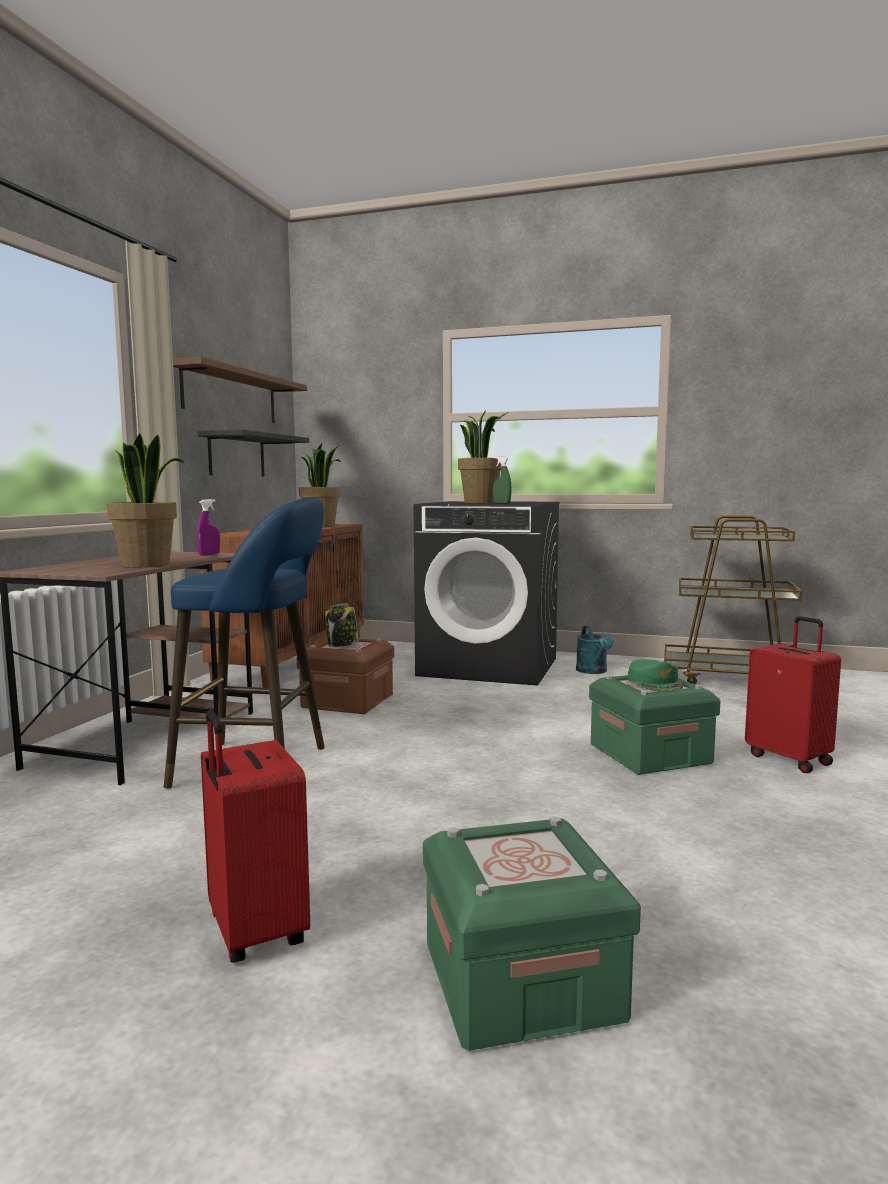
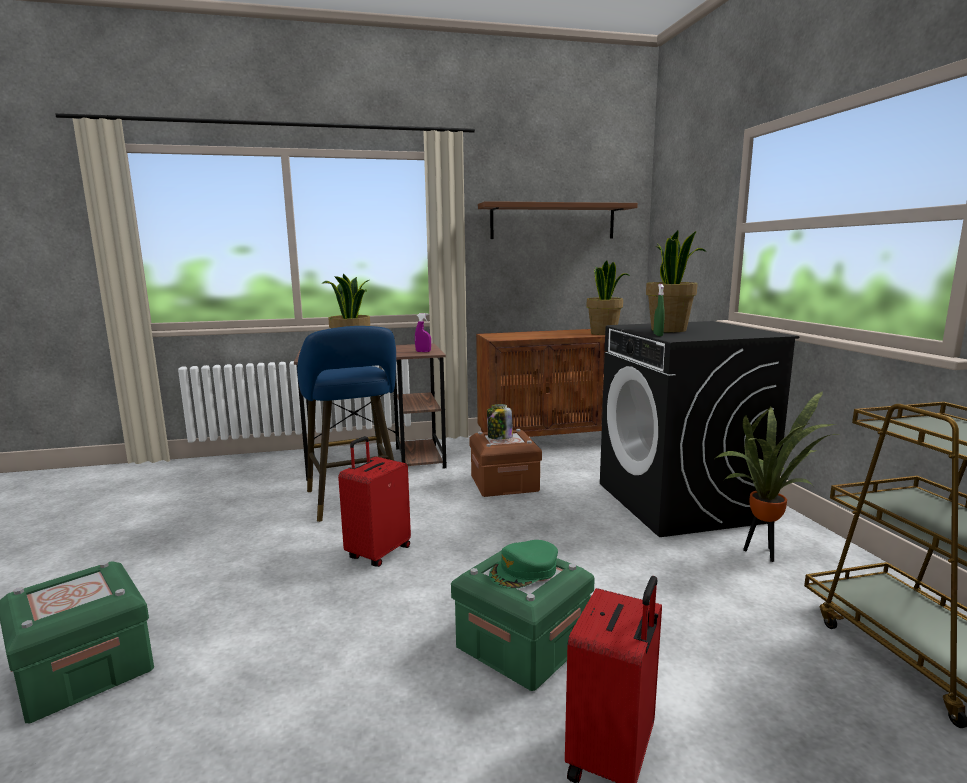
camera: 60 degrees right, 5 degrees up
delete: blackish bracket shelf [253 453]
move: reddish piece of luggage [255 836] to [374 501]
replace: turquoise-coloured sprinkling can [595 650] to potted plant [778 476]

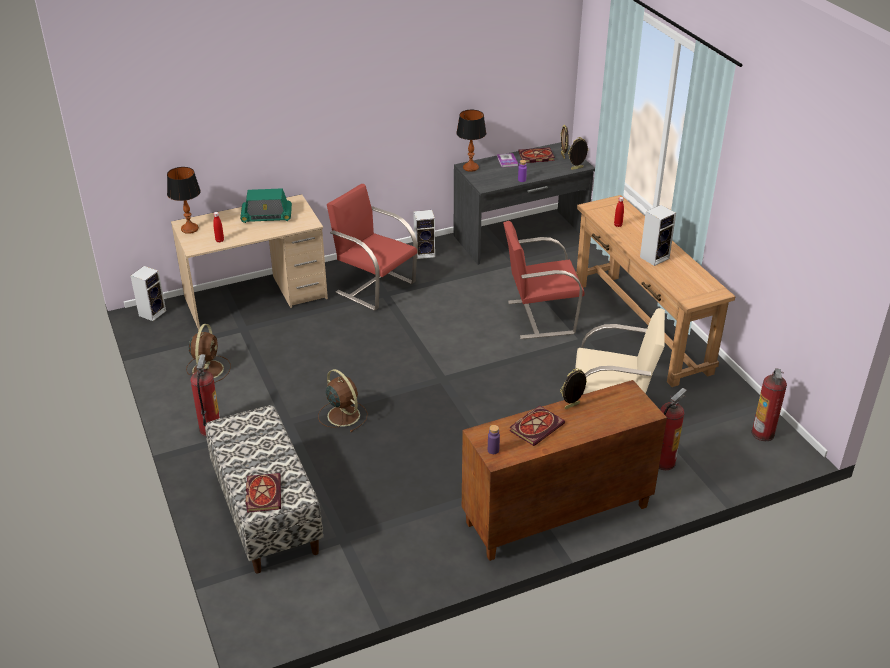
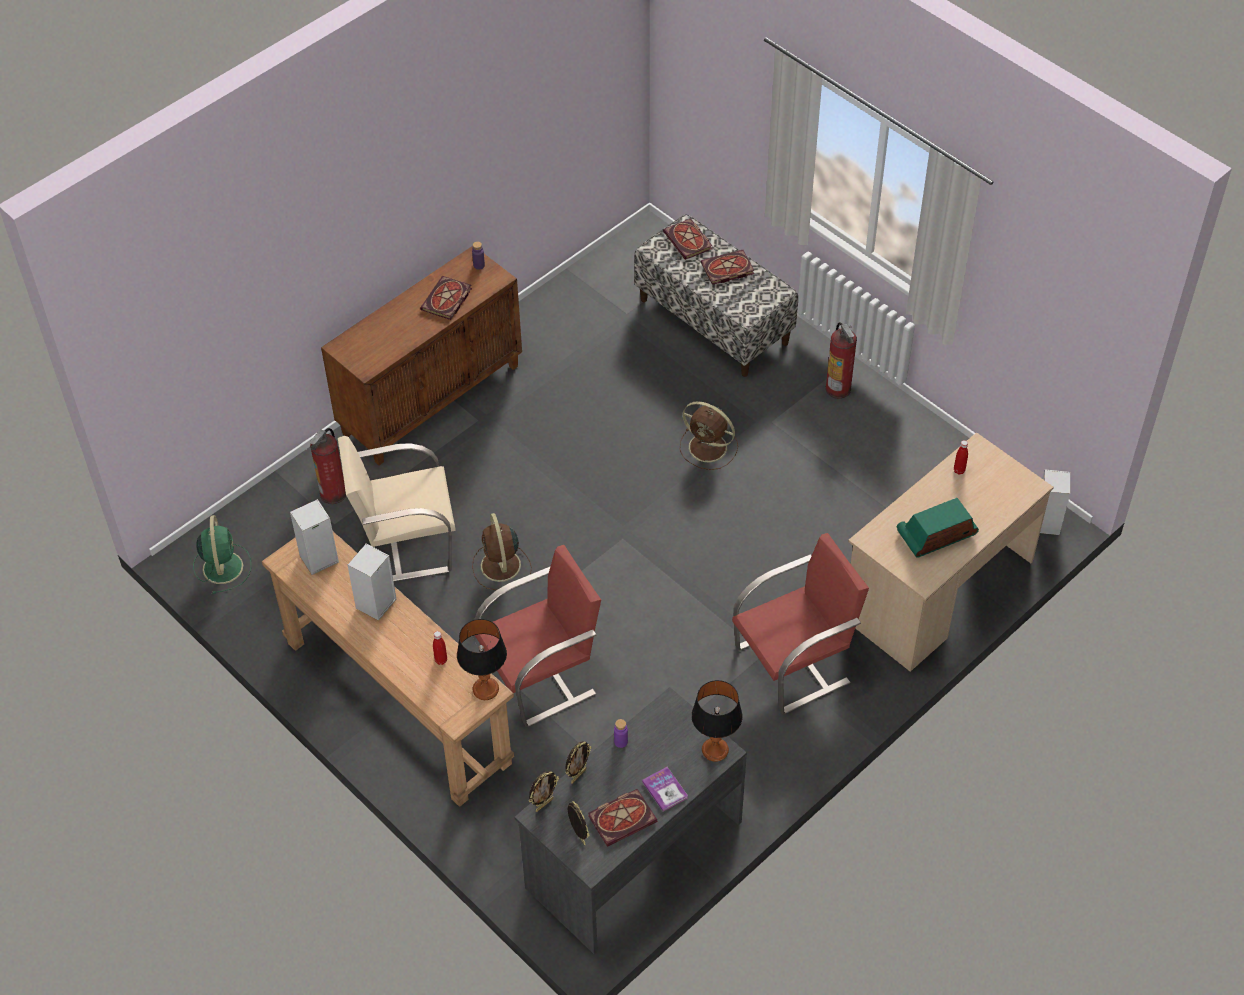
camera: 160 degrees right, 15 degrees up
insert: bound book [727 267]
move: audio speaker [424 234] to [314 537]; lamp for a table [184 200] to [482 659]; brown electric fan [208 353] to [502 551]; picture frame [573 388] to [578 762]
replace: fire-fighting cylinder [769 404] to green electric fan [222 554]
rotate: reddish upright chair [372 247] = [800 623] 45 degrees counterclockwise

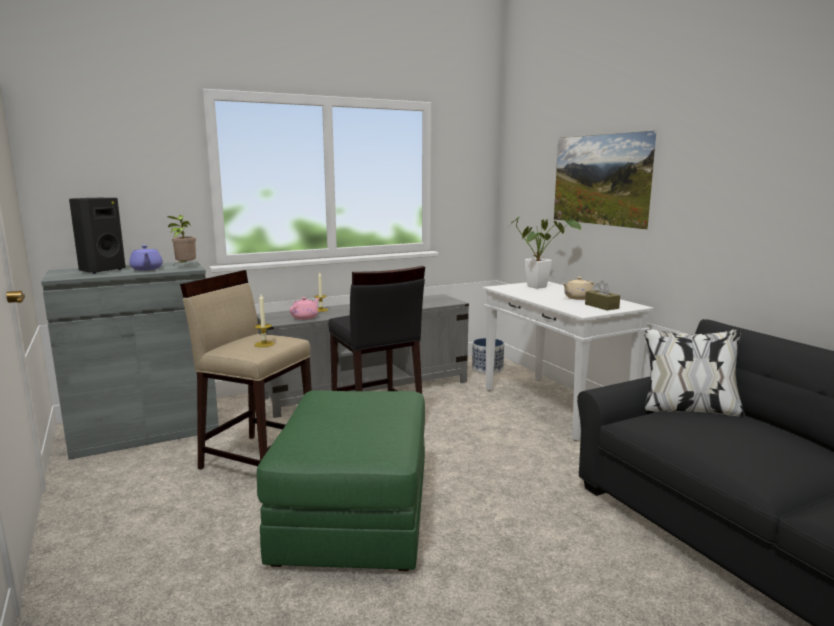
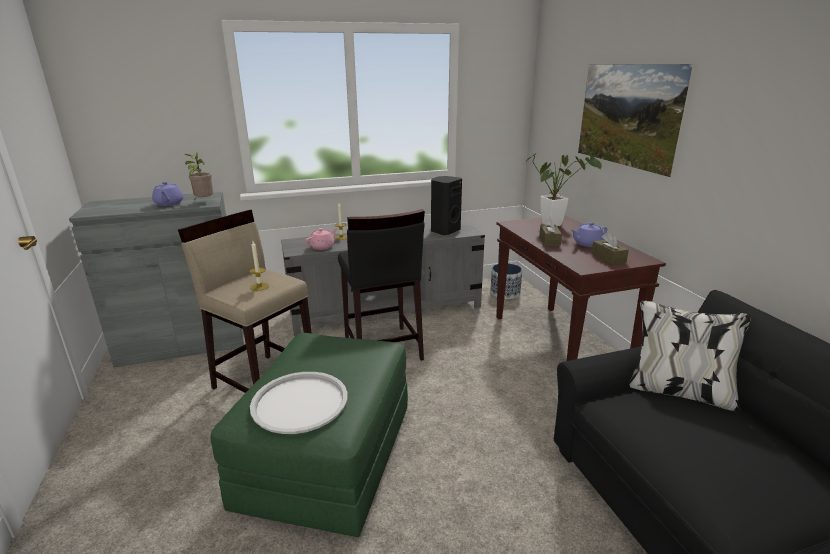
camera: 10 degrees right, 10 degrees up
insert: white-coloured carrying tray [298 403]; brown box of tissues [550 231]
move: blackish audio speaker [97 236] to [446 205]
recolor: white-coloured narrow table [568 361] to brown narrow table [581 288]; sand-coloured pot for tea [578 288] to purple pot for tea [589 234]

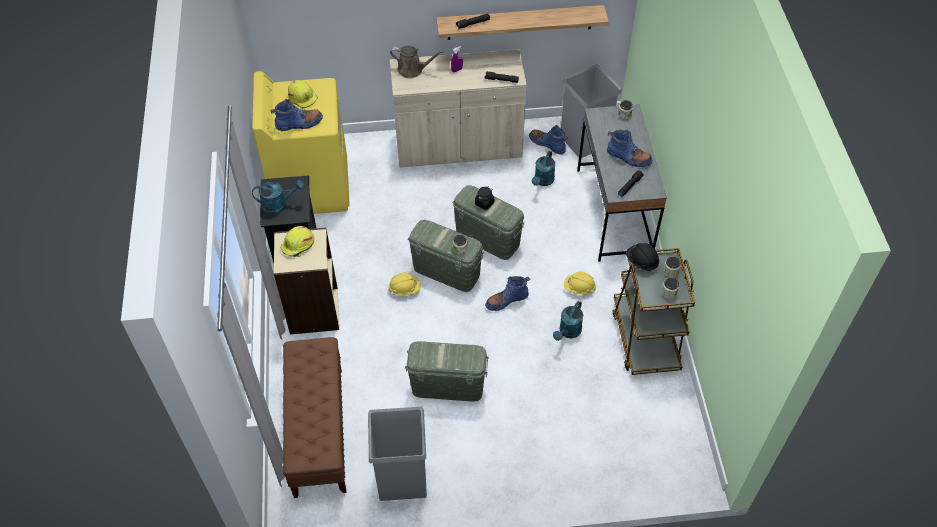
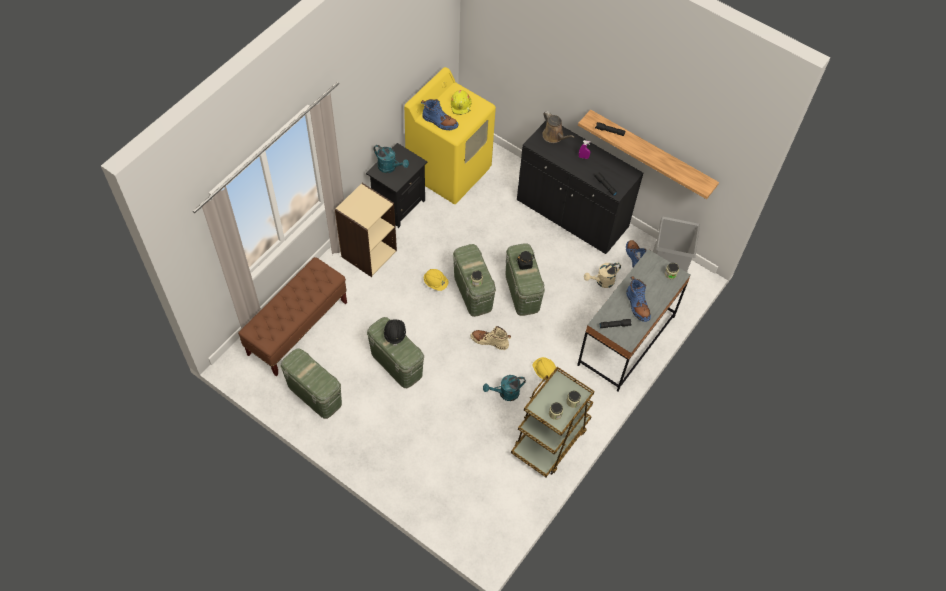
camera: 40 degrees right, 5 degrees up
delete: yellowish work helmet [297 241]
move: blackish work helmet [642 257] to [395 333]
replace: gray trash can [397 454] to green storage bin [311 384]
recolor: bluish tall boot [507 293] to sand-coloured tall boot [490 338]; sand-coloured cabinet [458 108] to blackish cabinet [580 187]; turquoise-coloured sprinkling can [543 168] to sand-coloured sprinkling can [602 275]

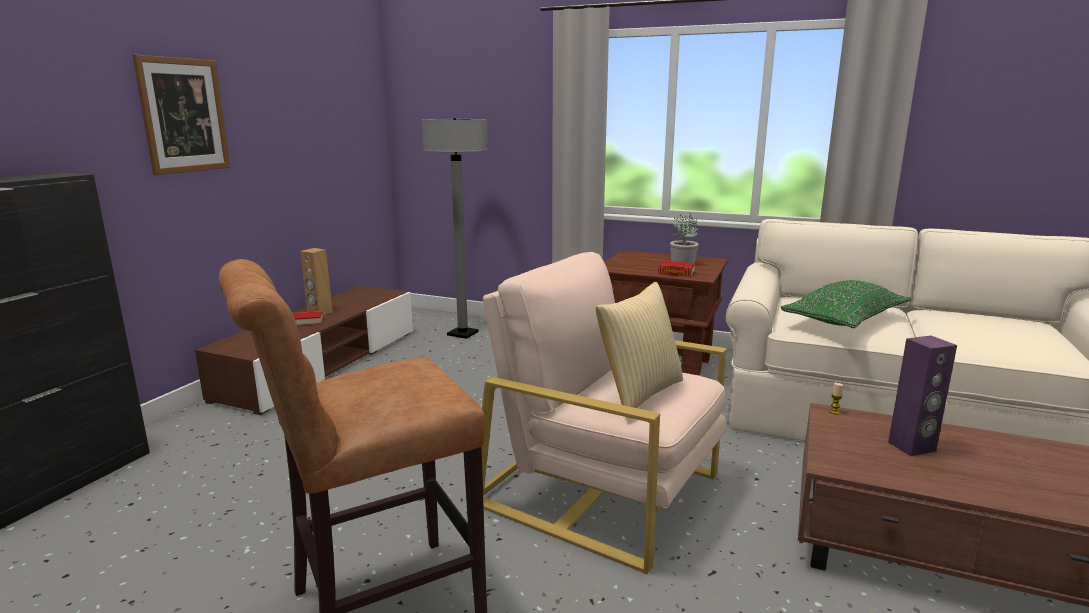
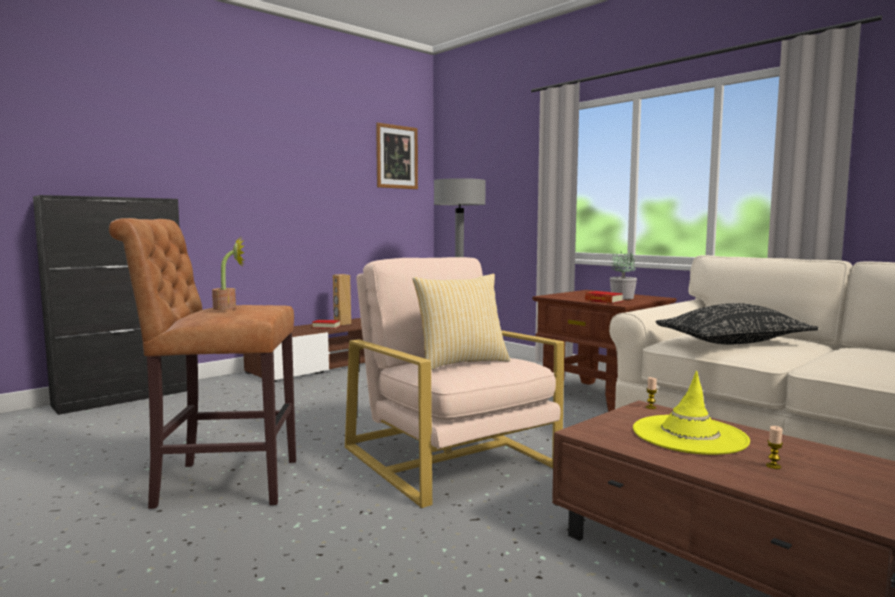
camera: 25 degrees right, 10 degrees down
insert: potted plant [228 273]; wax light [774 447]
move: wall art [181 115] to [397 156]
replace: purple audio speaker [922 396] to yellowish hat [691 413]
recolor: green cushion [845 304] to blackish cushion [737 323]

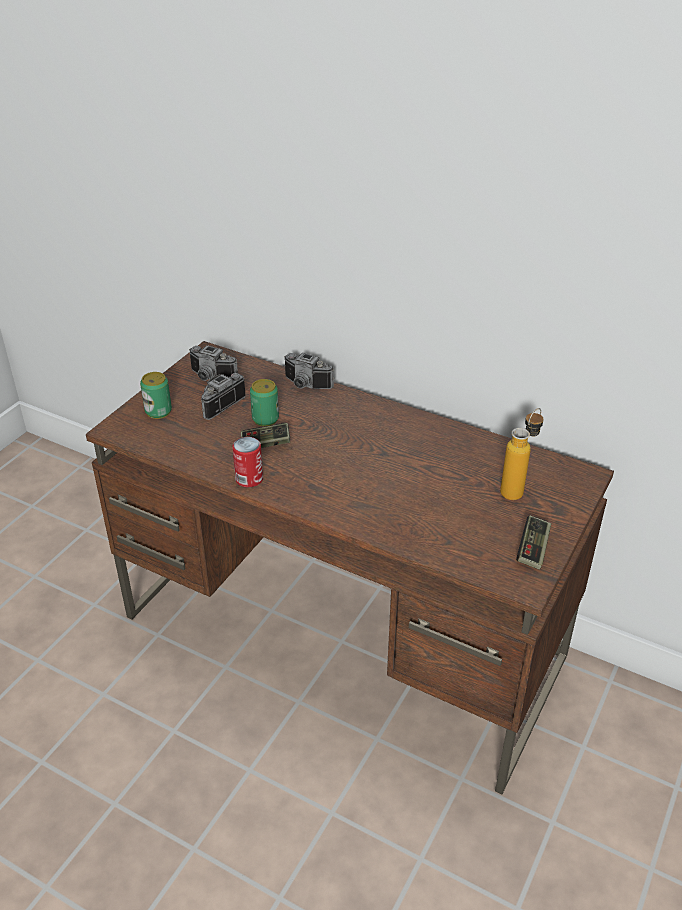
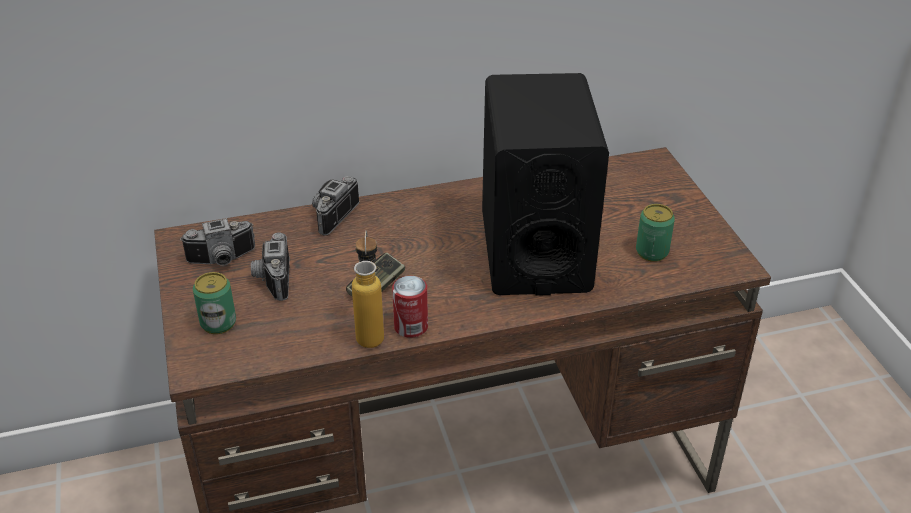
camera: 45 degrees left, 0 degrees up
delete: gamepad [533 542]
insert: blackish audio speaker [545 184]
move: beverage bottle [522 454] to [368 289]; metal can [264 402] to [655 233]
rotate: still camera [309 371] = [335 206] 135 degrees clockwise

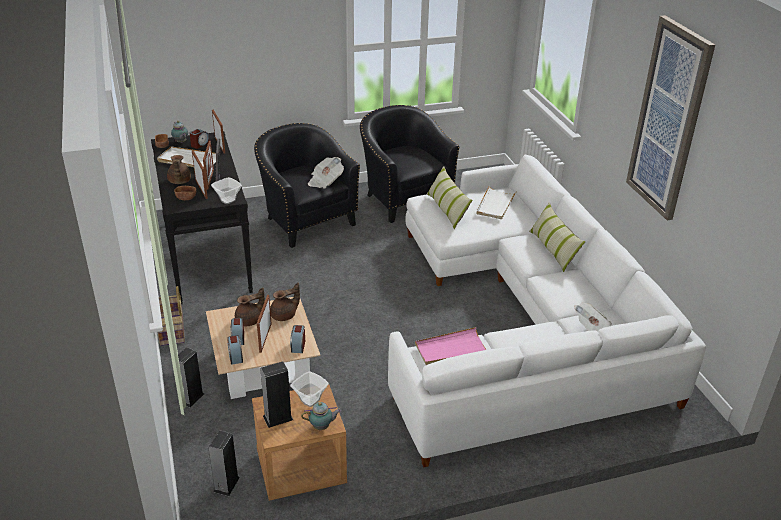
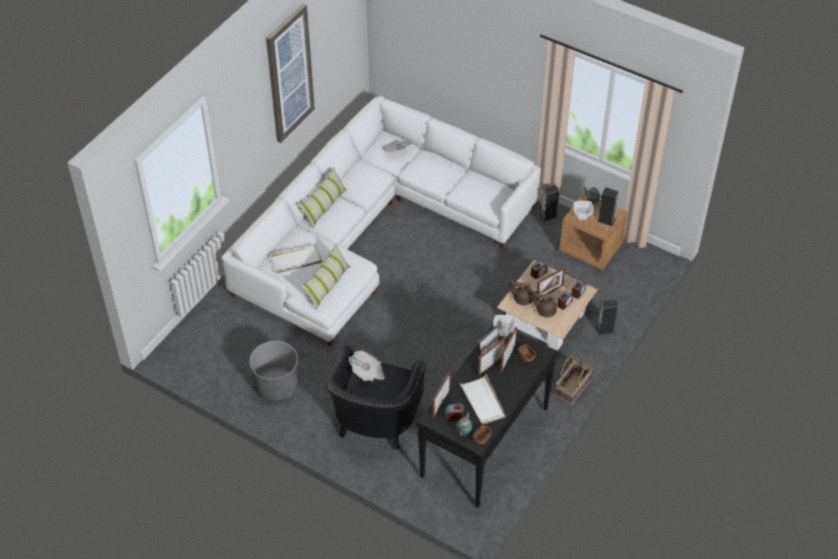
camera: 130 degrees left, 15 degrees up
delete: brown pot for tea [179 169]; pink-coloured carrying tray [451 346]
move: audio speaker [224 463] to [549 203]
replace: blackish armchair [409 164] to gray flower pot [274 371]

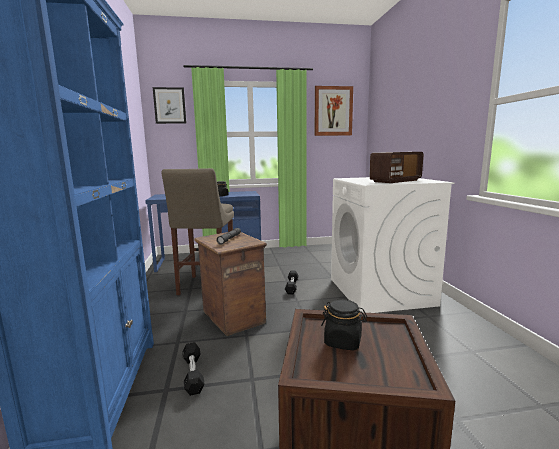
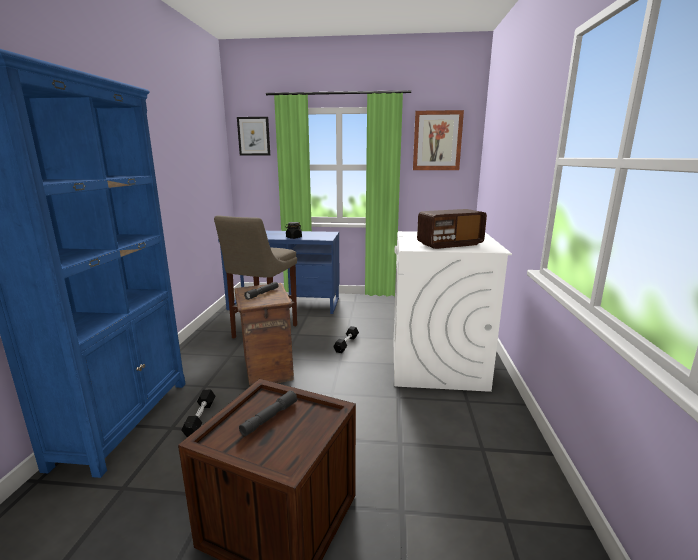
camera: 15 degrees right, 5 degrees up
replace: blackish jar [344 324] to gray flashlight [268 413]

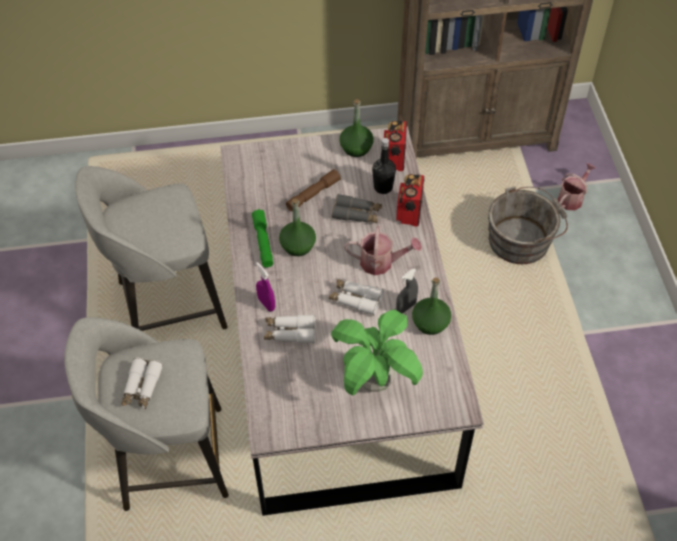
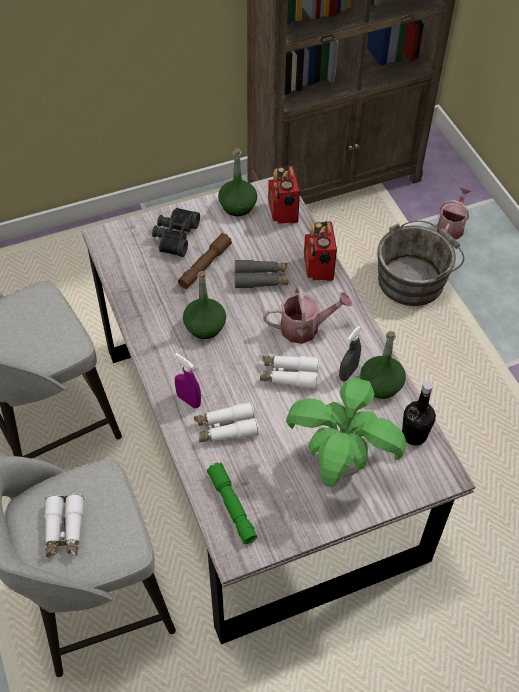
camera: 15 degrees left, 0 degrees up
insert: blackish binoculars [176 232]
move: green flashlight [262 238] to [232 503]; blackish beverage bottle [384 166] to [419 413]

